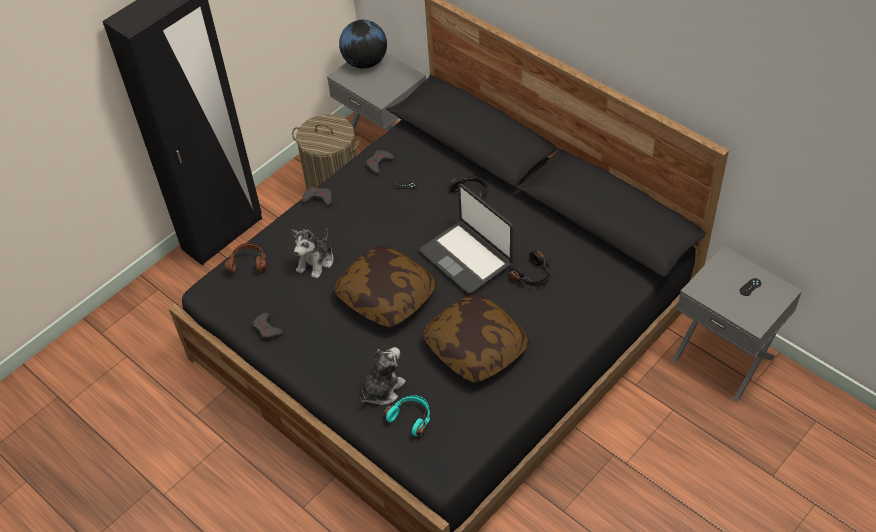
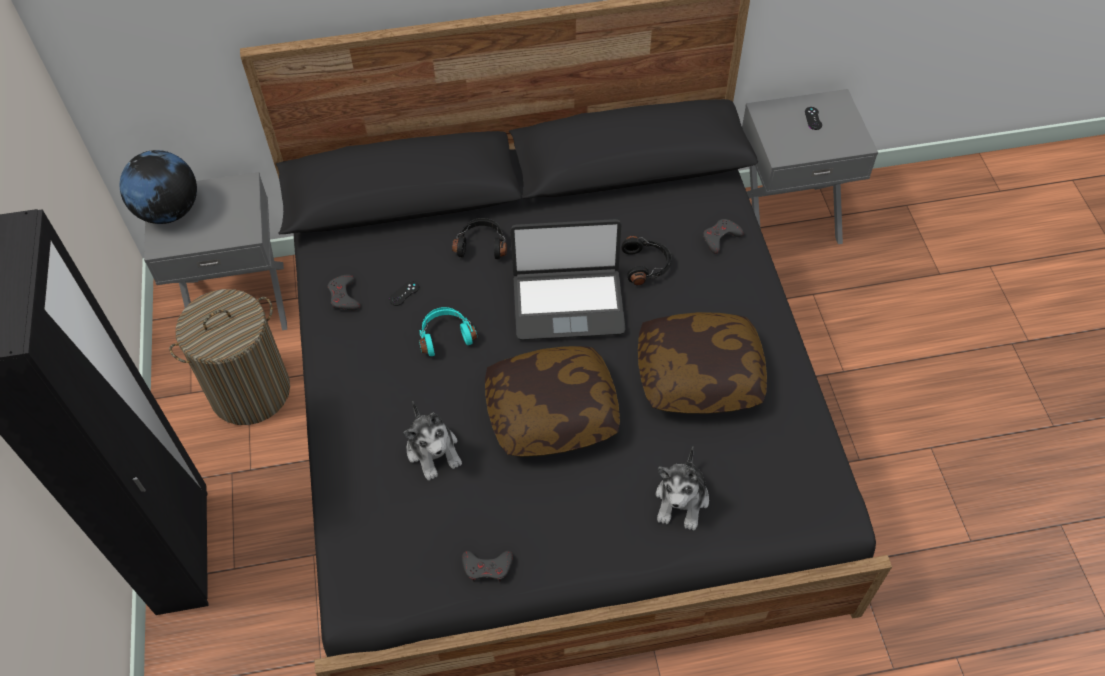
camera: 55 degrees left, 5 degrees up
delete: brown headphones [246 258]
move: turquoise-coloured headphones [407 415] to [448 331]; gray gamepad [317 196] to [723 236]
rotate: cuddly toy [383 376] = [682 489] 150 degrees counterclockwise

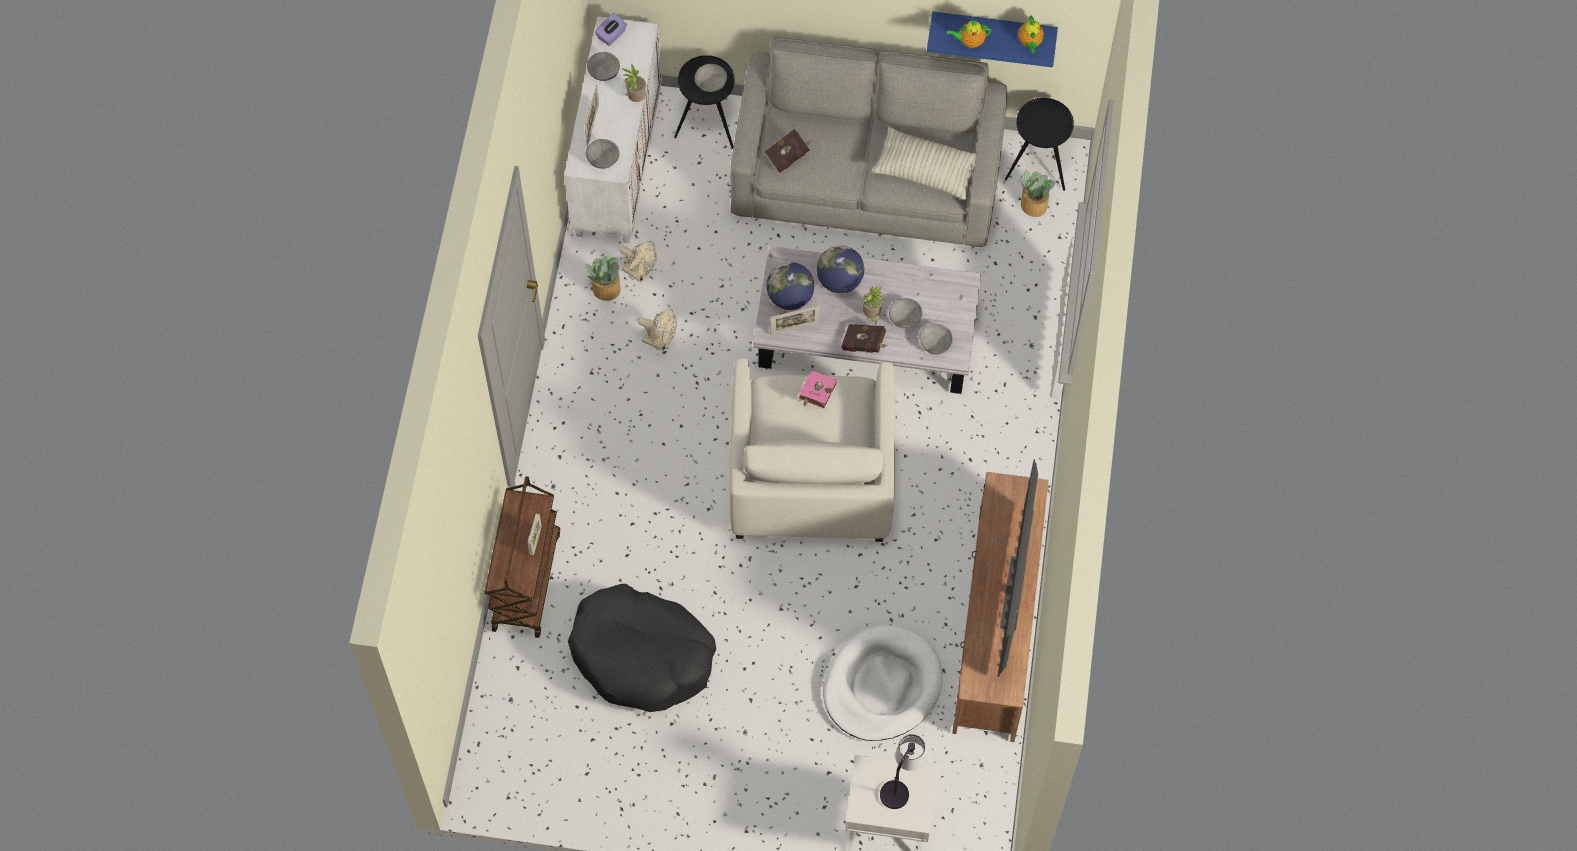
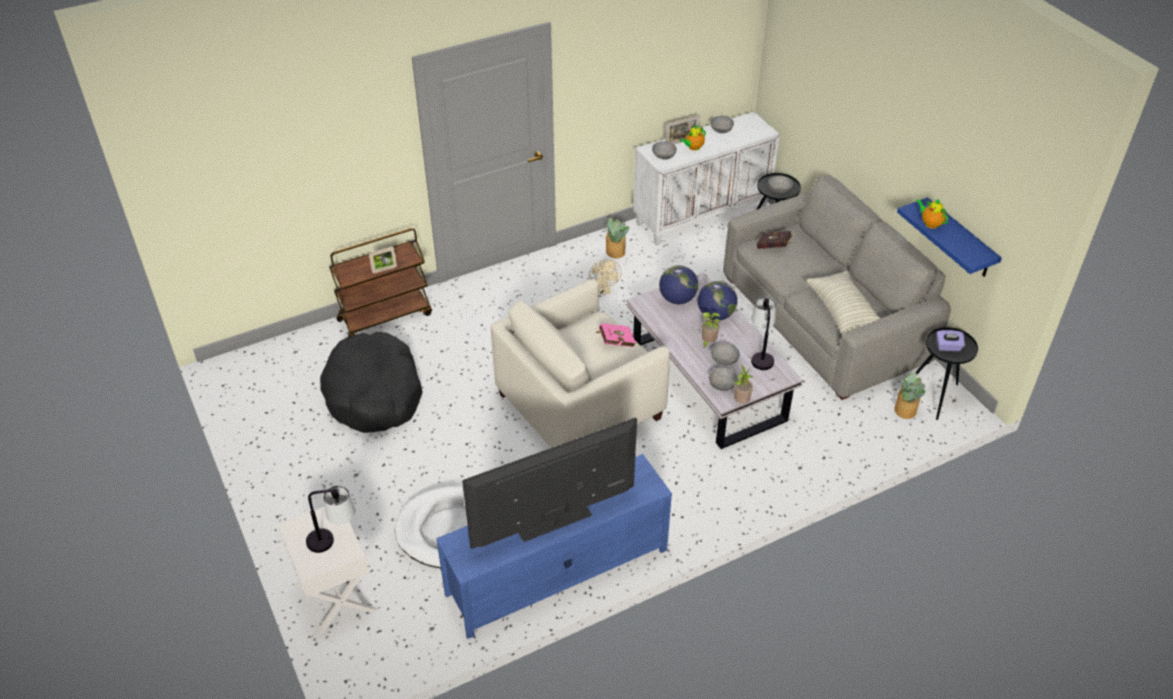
camera: 55 degrees right, 20 degrees down
delete: sand-coloured electric fan [638 261]; picture frame [795 320]; reddish bound book [864 338]
insert: lamp for a table [763 333]
move: pot for tea [1031 34] to [693 138]; potted plant [634 83] to [744 384]; purple box of tissues [611 29] to [950 340]
recolor: brown tv stand [1000 607] to bluish tv stand [554 546]

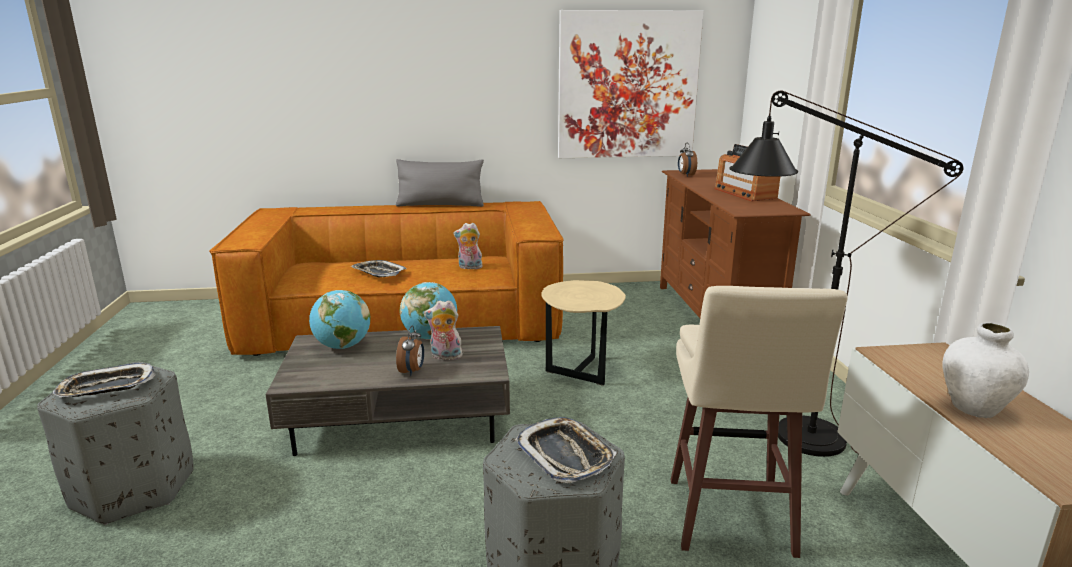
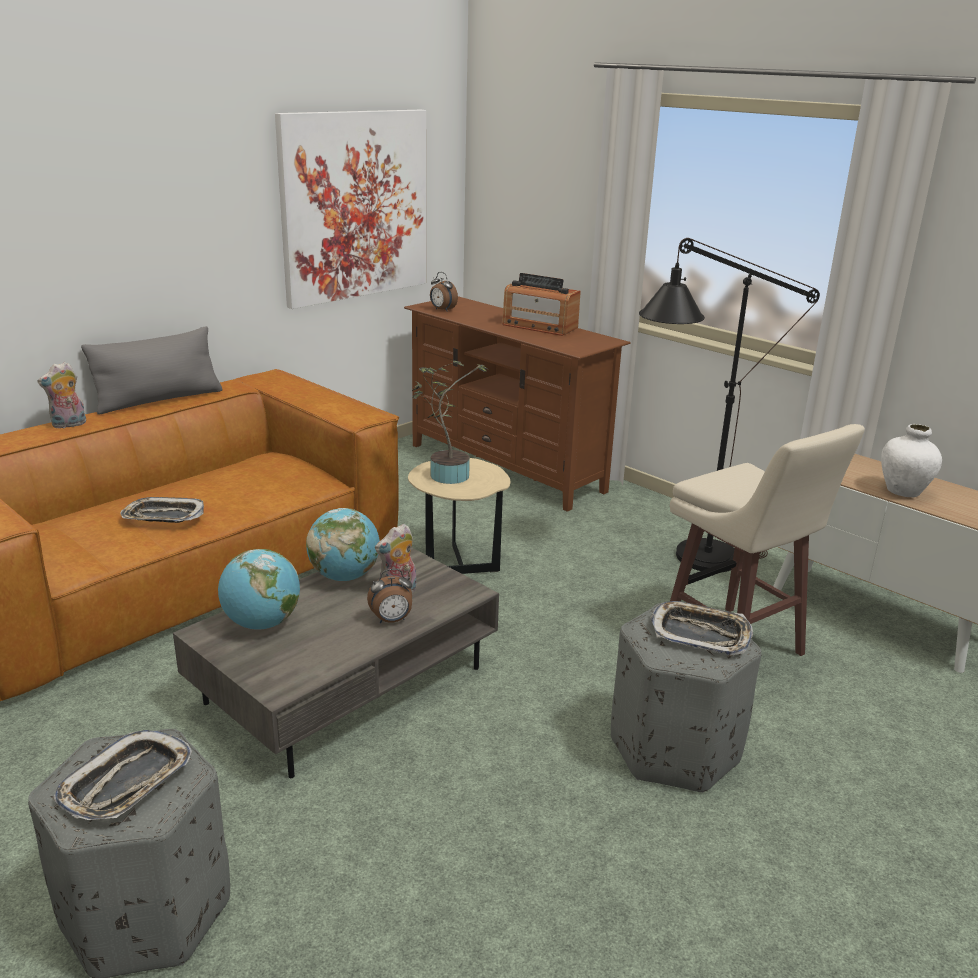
camera: 40 degrees left, 5 degrees up
insert: potted plant [449 422]
move: cuddly toy [468 246] to [61 395]
rotate: bedside clock [410 351] = [389 596] 105 degrees clockwise

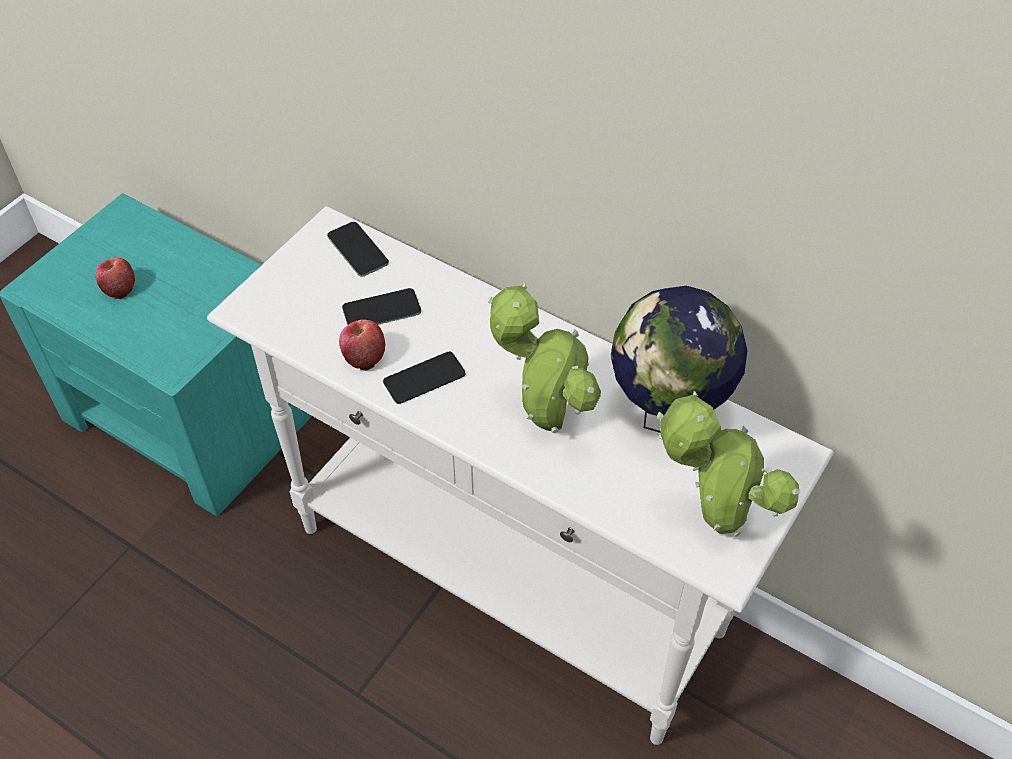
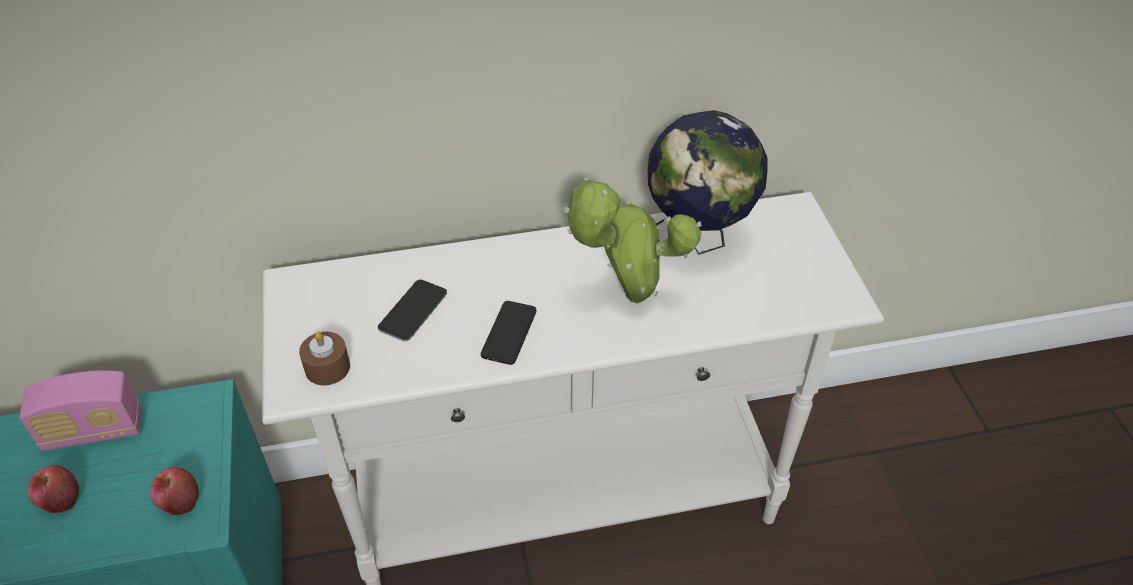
camera: 45 degrees left, 5 degrees down
delete: telephone [358 249]; potted plant [728 464]
insert: radio set [80 411]; brown wax light [324 358]
move: apple [362 345] to [174 491]

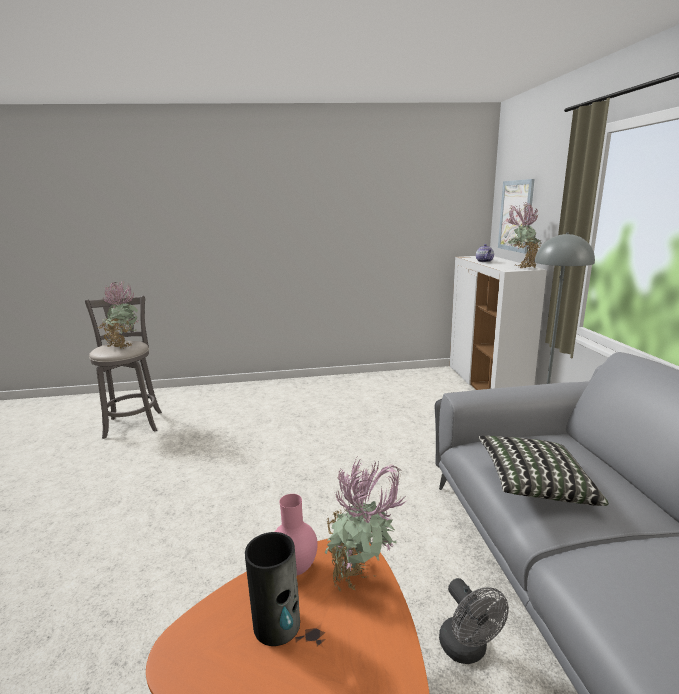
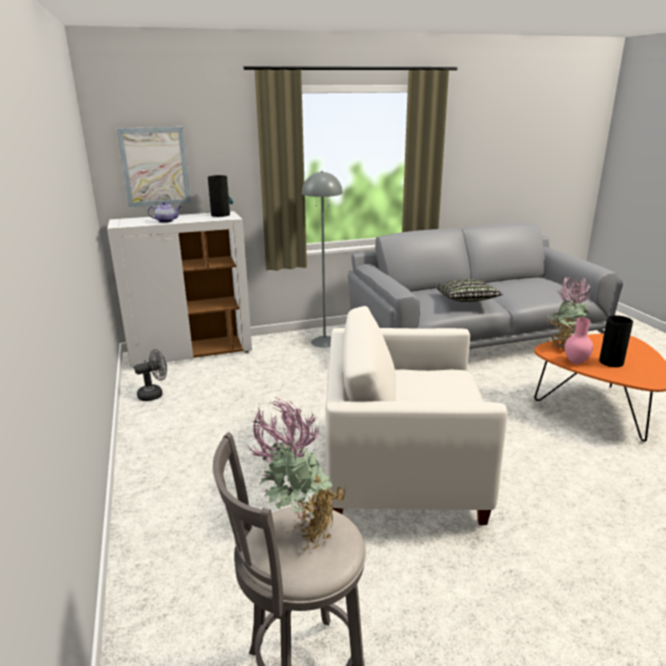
camera: 100 degrees left, 5 degrees up
insert: white-coloured armchair [416 415]
move: gray electric fan [474 621] to [150 375]
replace: potted plant [524 235] to decorative vase [220 196]

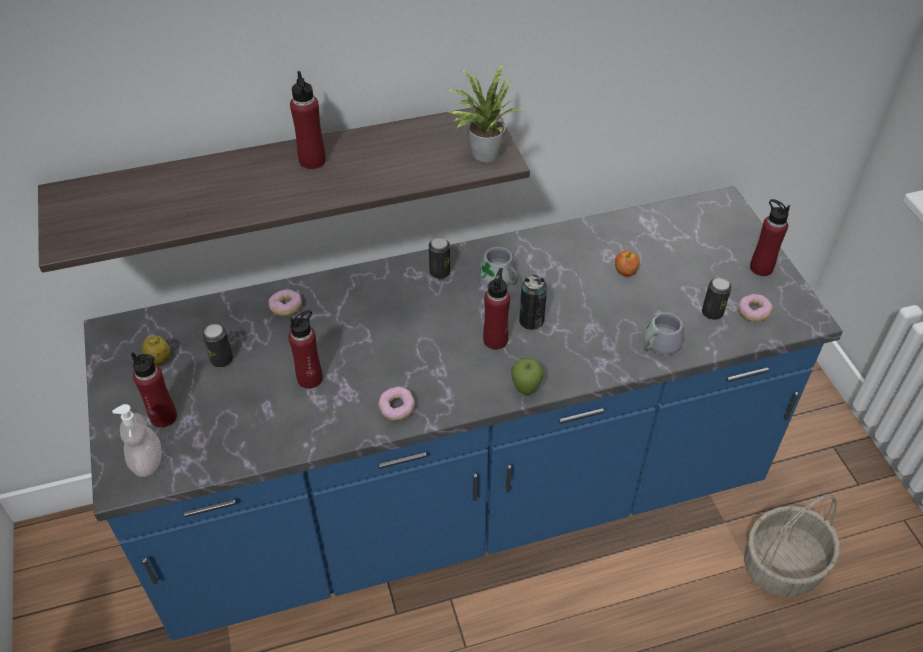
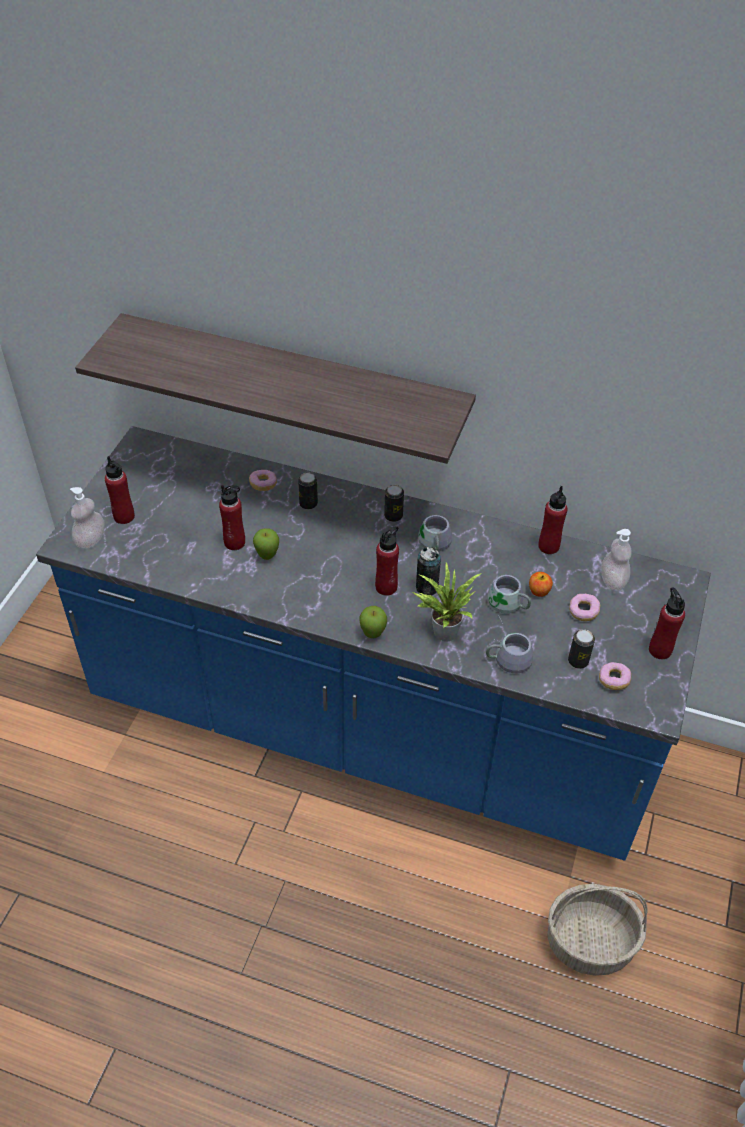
camera: 35 degrees right, 0 degrees up
delete: whole lemon [156 350]
insert: apple [266 544]; gray coffee mug [509 599]; soap dispenser [616 559]
move: metal can [217 345] to [308 490]; potted plant [484 112] to [447 601]; reddish beverage bottle [308 120] to [552 520]; doughnut [396 403] to [584 607]

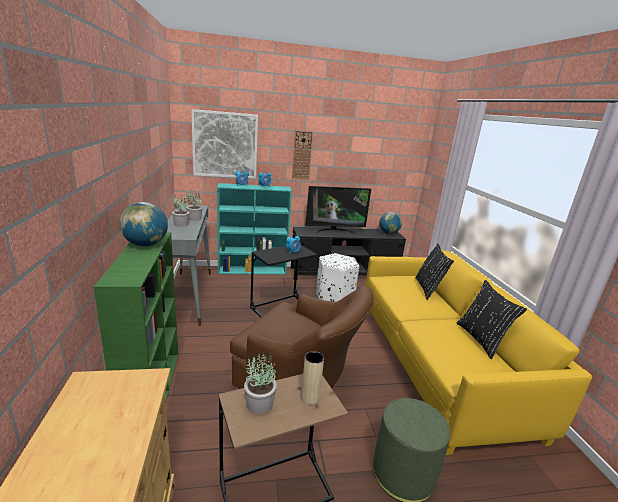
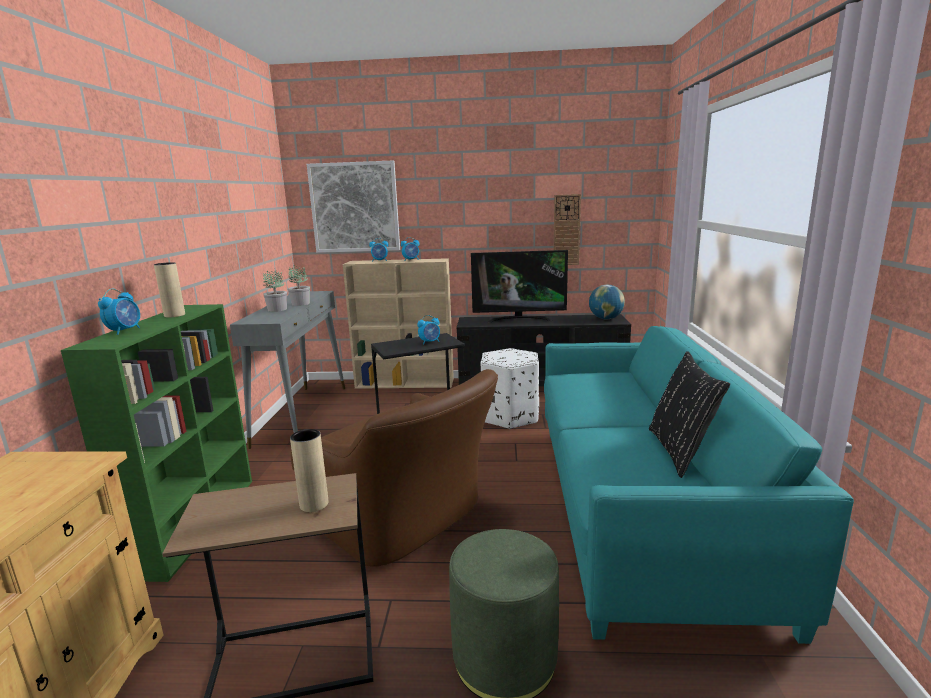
camera: 15 degrees right, 5 degrees down
delete: potted plant [260 383]; blackish cushion [434 272]
insert: bedside clock [119 312]
move: wall clock [302 155] to [567 229]
replace: globe [143 224] to sand-coloured decorative vase [169 290]
recolor: turquoise-coloured bookcase [254 228] to sand-coloured bookcase [398 323]; yellowish sofa [478 352] to turquoise-coloured sofa [699 485]

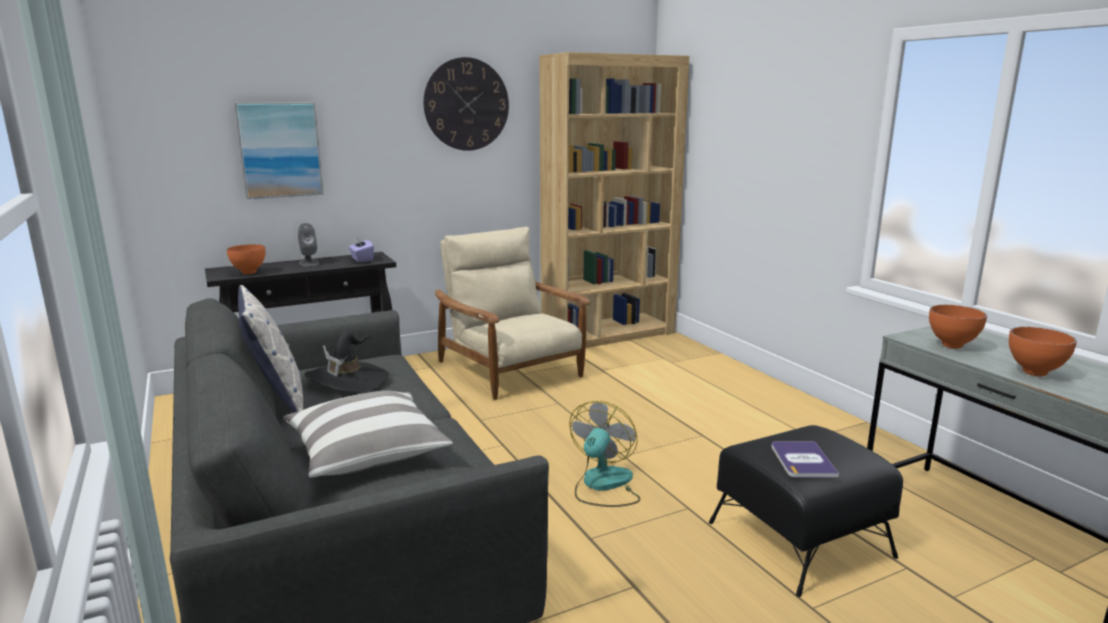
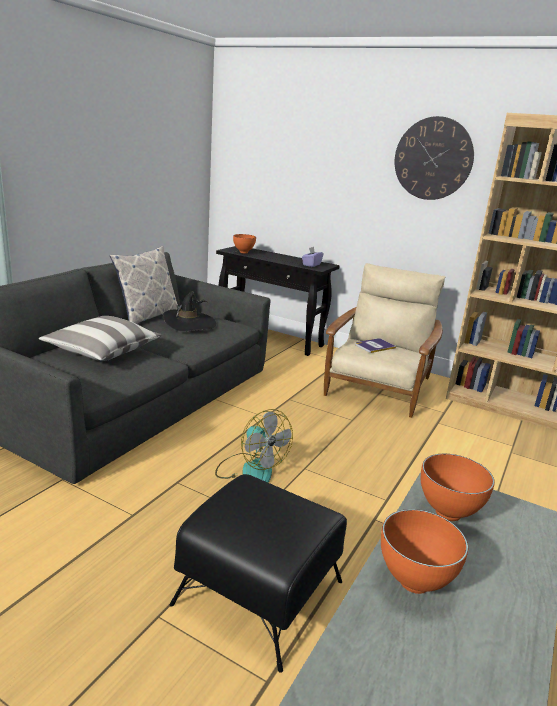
camera: 55 degrees right, 5 degrees up
delete: wall art [279 150]; gray audio speaker [308 245]
move: bound book [805 459] to [376 345]
rotate: electric fan [604 454] = [254 446] 60 degrees clockwise

